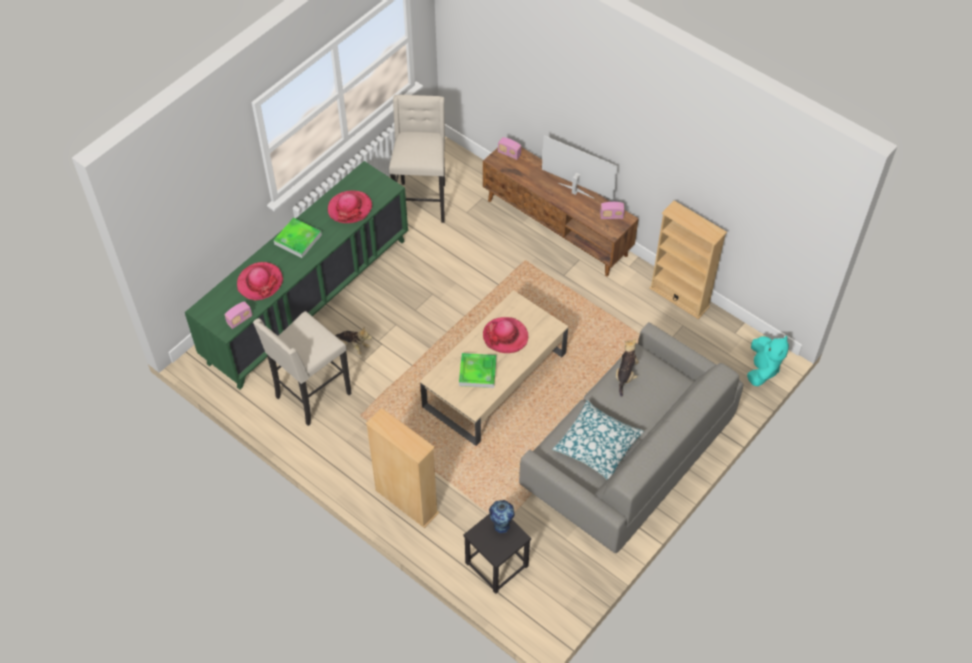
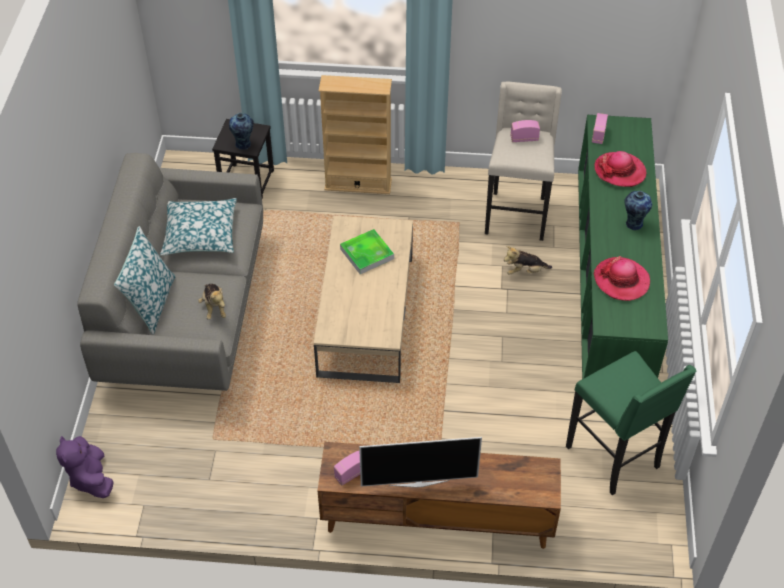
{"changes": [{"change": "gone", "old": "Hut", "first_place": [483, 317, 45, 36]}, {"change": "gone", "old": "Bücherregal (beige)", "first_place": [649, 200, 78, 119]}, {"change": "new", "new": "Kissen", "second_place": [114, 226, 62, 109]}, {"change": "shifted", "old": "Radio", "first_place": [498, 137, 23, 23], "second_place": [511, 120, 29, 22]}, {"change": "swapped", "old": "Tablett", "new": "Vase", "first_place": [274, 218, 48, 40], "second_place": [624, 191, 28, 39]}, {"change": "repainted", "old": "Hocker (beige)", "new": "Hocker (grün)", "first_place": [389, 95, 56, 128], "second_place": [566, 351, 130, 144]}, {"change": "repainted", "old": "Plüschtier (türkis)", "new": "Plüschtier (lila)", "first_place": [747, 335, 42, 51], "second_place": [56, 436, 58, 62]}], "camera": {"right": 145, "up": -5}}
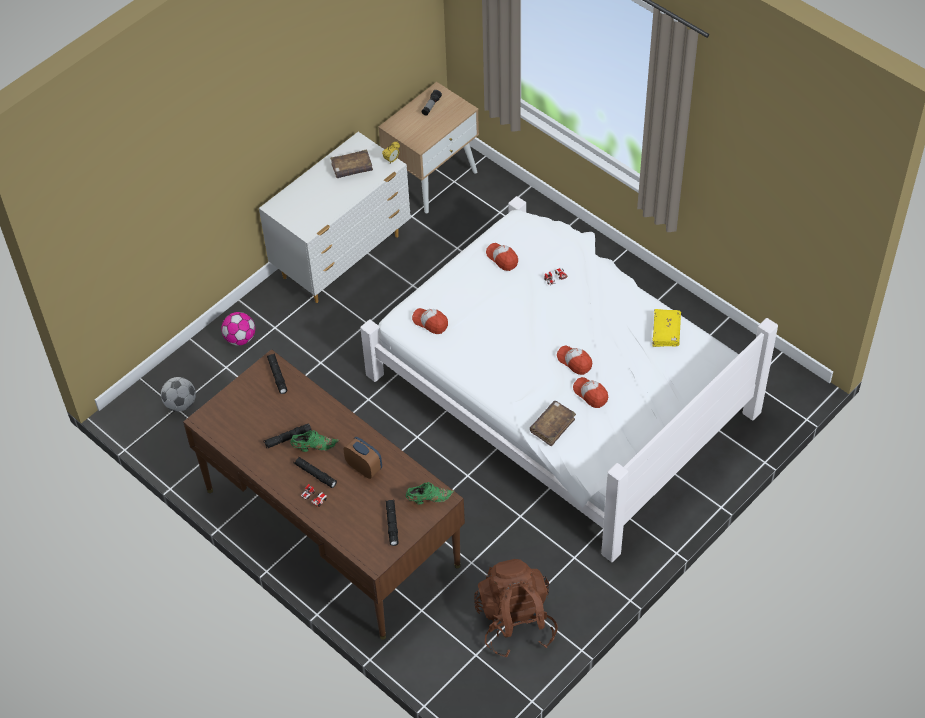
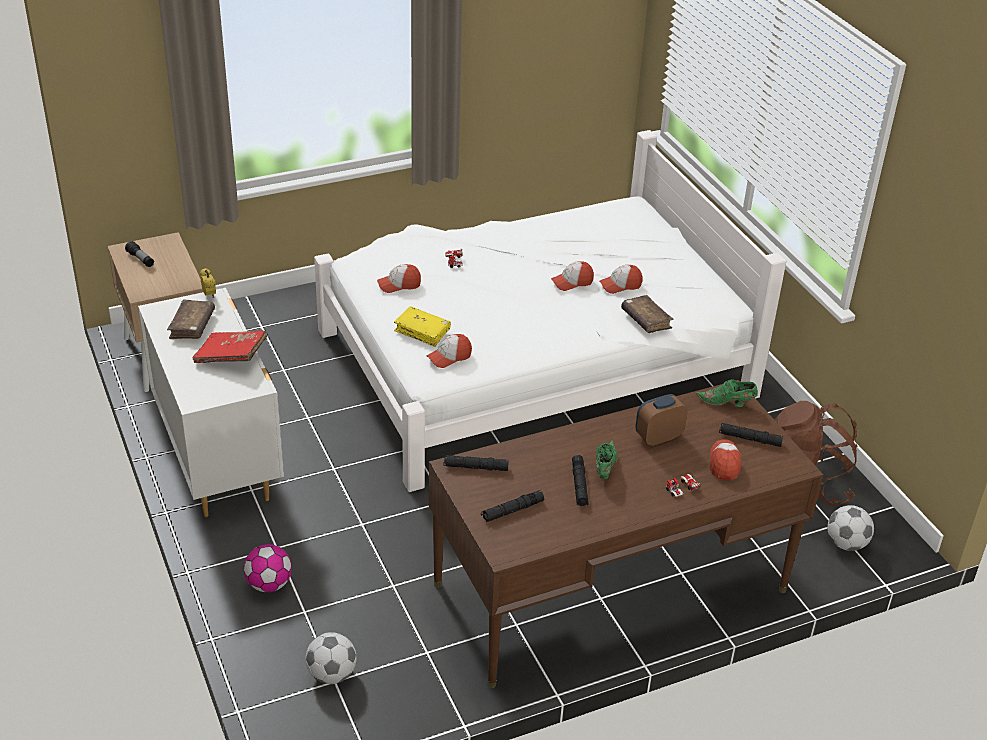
{"changes": [{"change": "new", "new": "Buch (rot)", "second_place": [192, 331, 75, 32]}, {"change": "new", "new": "Kappe", "second_place": [710, 439, 31, 41]}, {"change": "new", "new": "Fußball", "second_place": [827, 505, 47, 46]}, {"change": "shifted", "old": "Taschenlampe (schwarz)", "first_place": [294, 457, 43, 31], "second_place": [481, 490, 63, 32]}, {"change": "shifted", "old": "Buch (gelb)", "first_place": [652, 309, 29, 38], "second_place": [394, 306, 57, 41]}, {"change": "rotated", "old": "Schuh (grün)", "first_place": [406, 482, 49, 22], "second_place": [696, 379, 62, 28], "degrees": -90}], "camera": {"right": -70, "up": -15}}
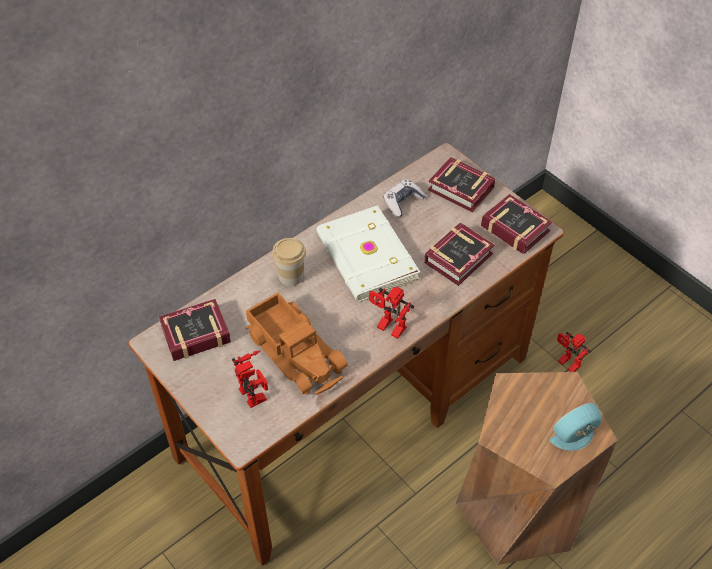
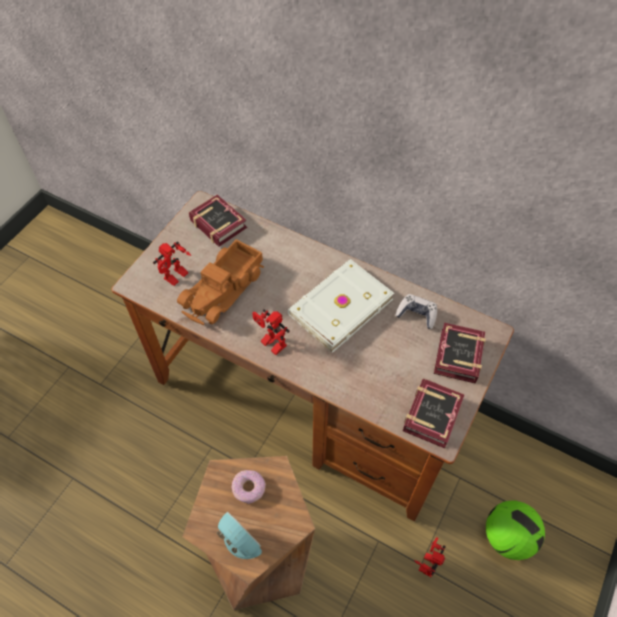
{"changes": [{"change": "gone", "old": "Tasse", "first_place": [272, 238, 34, 48]}, {"change": "gone", "old": "Buch", "first_place": [424, 223, 71, 63]}, {"change": "new", "new": "Donut", "second_place": [232, 470, 34, 34]}, {"change": "new", "new": "Fußball", "second_place": [486, 501, 59, 59]}, {"change": "rotated", "old": "Spielzeugroboter", "first_place": [369, 287, 45, 52], "second_place": [252, 309, 38, 46], "degrees": -60}], "camera": {"right": 70, "up": 5}}
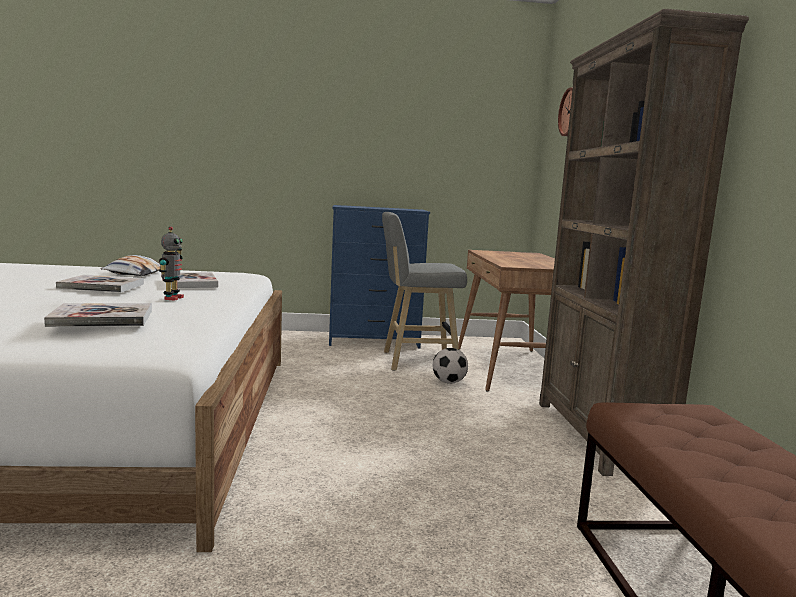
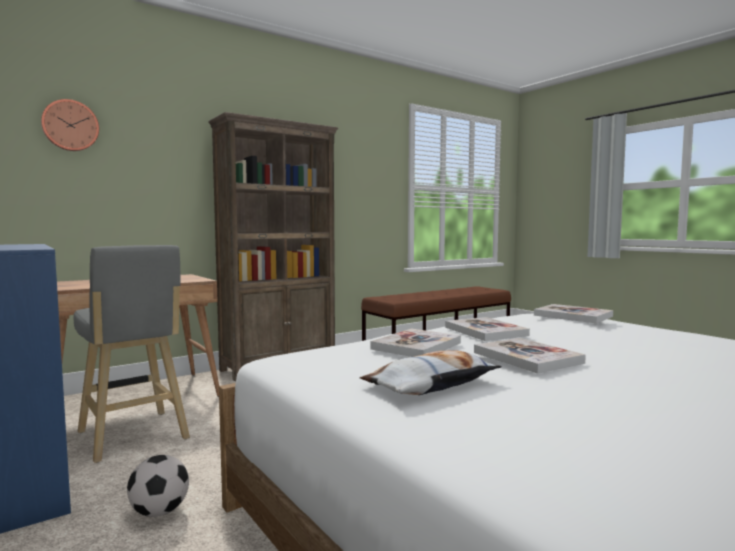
{"changes": [{"change": "shifted", "old": "Fußball", "first_place": [433, 348, 35, 36], "second_place": [127, 455, 62, 62]}, {"change": "swapped", "old": "Spielzeugroboter", "new": "Buch", "first_place": [159, 226, 25, 75], "second_place": [445, 317, 85, 24]}], "camera": {"right": -120, "up": -5}}
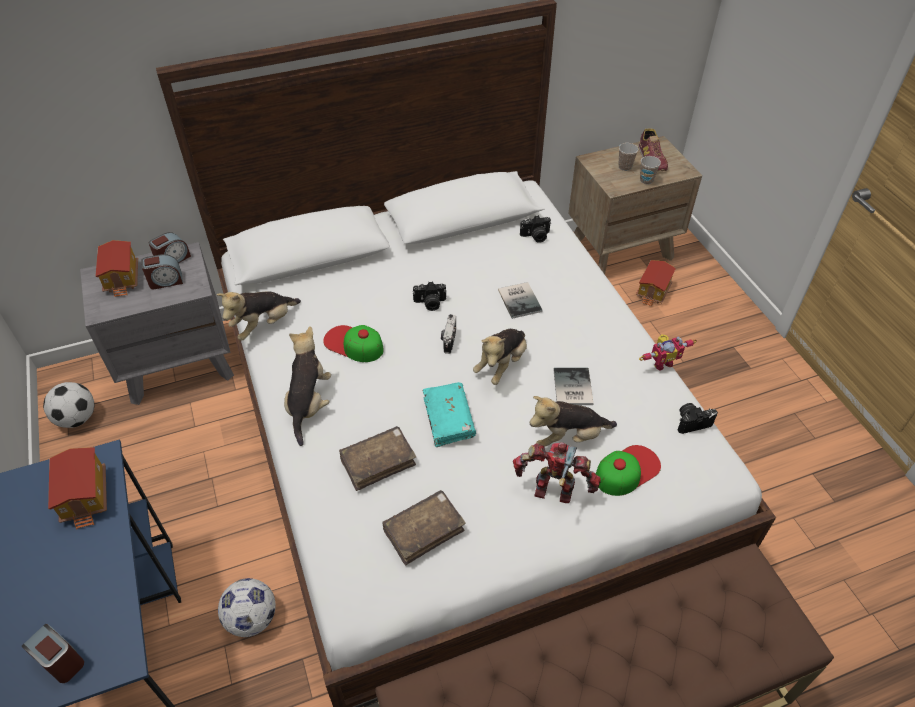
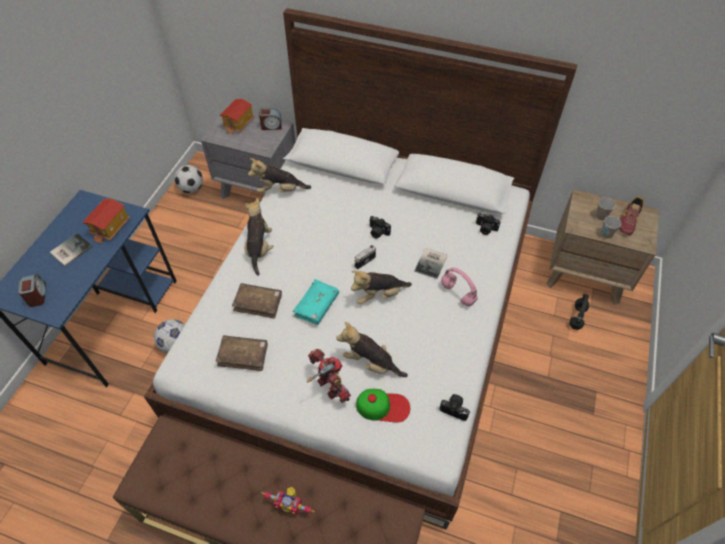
{"changes": [{"change": "gone", "old": "Wecker", "first_place": [141, 254, 42, 35]}, {"change": "gone", "old": "Kappe", "first_place": [323, 325, 61, 37]}, {"change": "new", "new": "Kopfhörer (rosa)", "second_place": [441, 267, 36, 39]}, {"change": "shifted", "old": "Buch", "first_place": [553, 368, 40, 37], "second_place": [50, 233, 43, 33]}, {"change": "shifted", "old": "Spielzeugroboter", "first_place": [639, 335, 58, 35], "second_place": [261, 487, 54, 28]}, {"change": "swapped", "old": "Spielzeughaus", "new": "Kopfhörer (schwarz)", "first_place": [636, 260, 40, 46], "second_place": [569, 294, 20, 36]}, {"change": "rotated", "old": "Plüschtier", "first_place": [284, 326, 47, 120], "second_place": [244, 198, 30, 78], "degrees": -45}], "camera": {"right": 40, "up": 5}}
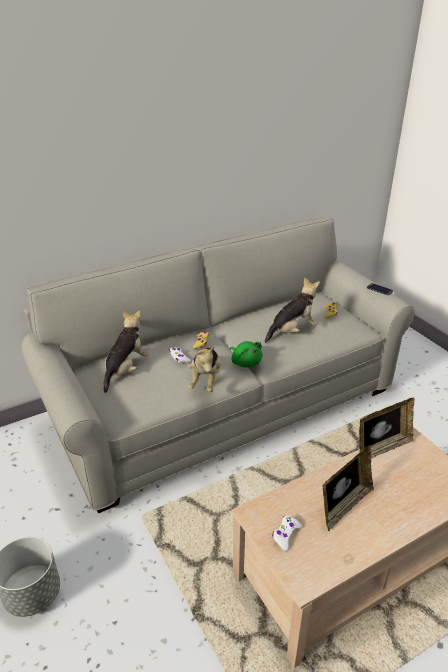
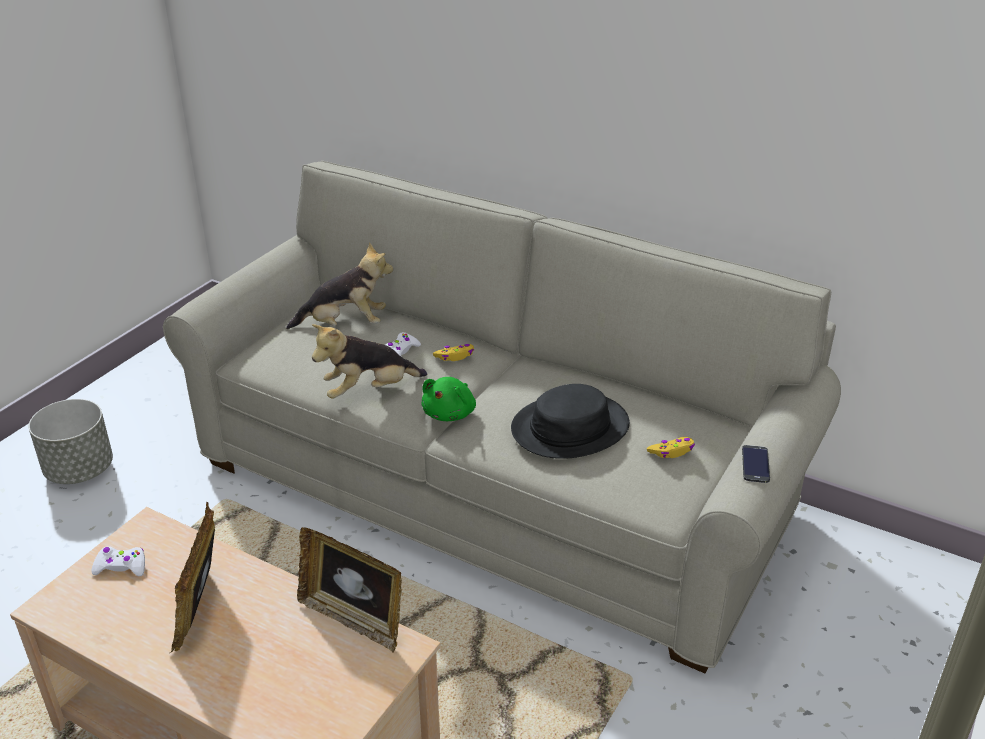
{"changes": [{"change": "swapped", "old": "Plüschtier", "new": "Hut (schwarz)", "first_place": [265, 277, 55, 66], "second_place": [511, 384, 119, 75]}, {"change": "rotated", "old": "Bilderrahmen", "first_place": [322, 445, 52, 86], "second_place": [170, 502, 45, 151], "degrees": 75}], "camera": {"right": 60, "up": 0}}
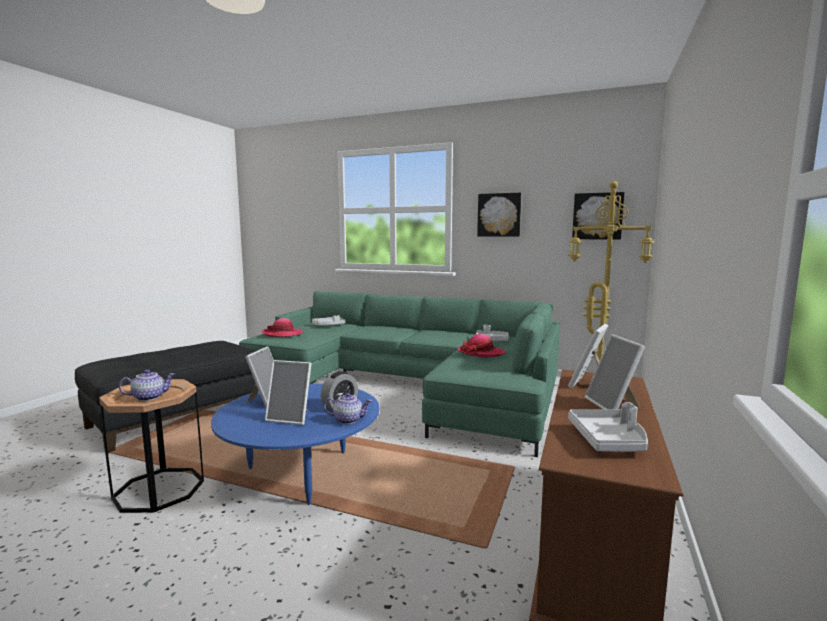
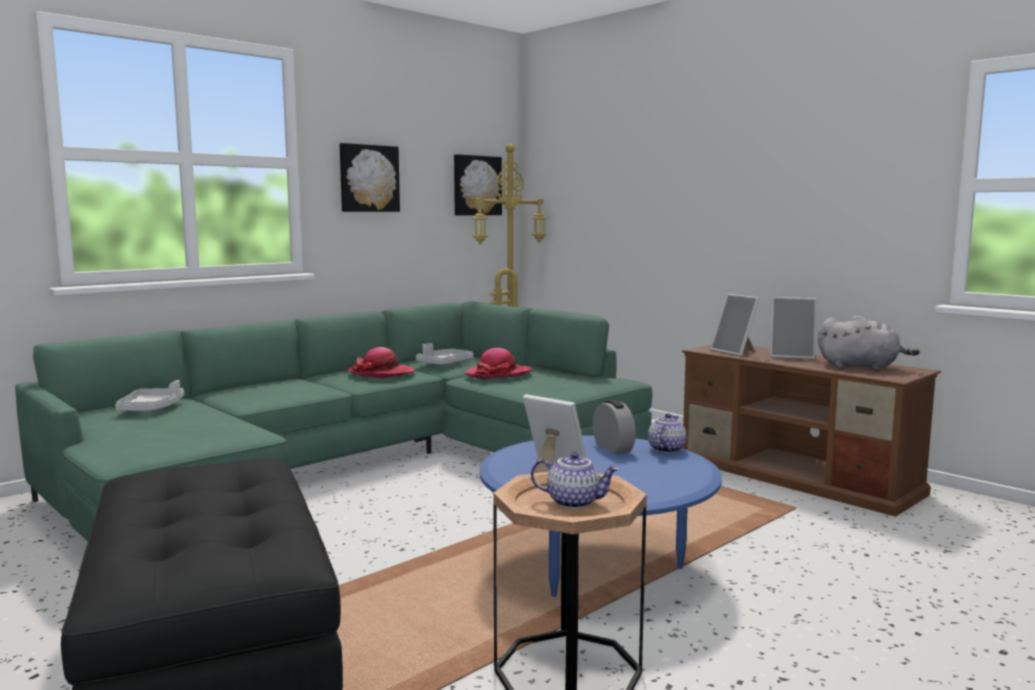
{"changes": [{"change": "gone", "old": "Bilderrahmen", "first_place": [265, 360, 47, 65]}, {"change": "shifted", "old": "Hut", "first_place": [262, 318, 42, 19], "second_place": [348, 347, 67, 31]}, {"change": "swapped", "old": "Tablett (grau)", "new": "Plüschtier (grau)", "first_place": [568, 402, 80, 50], "second_place": [818, 315, 102, 55]}, {"change": "rotated", "old": "Teekanne", "first_place": [119, 369, 56, 32], "second_place": [531, 452, 88, 57], "degrees": 105}], "camera": {"right": -65, "up": 0}}
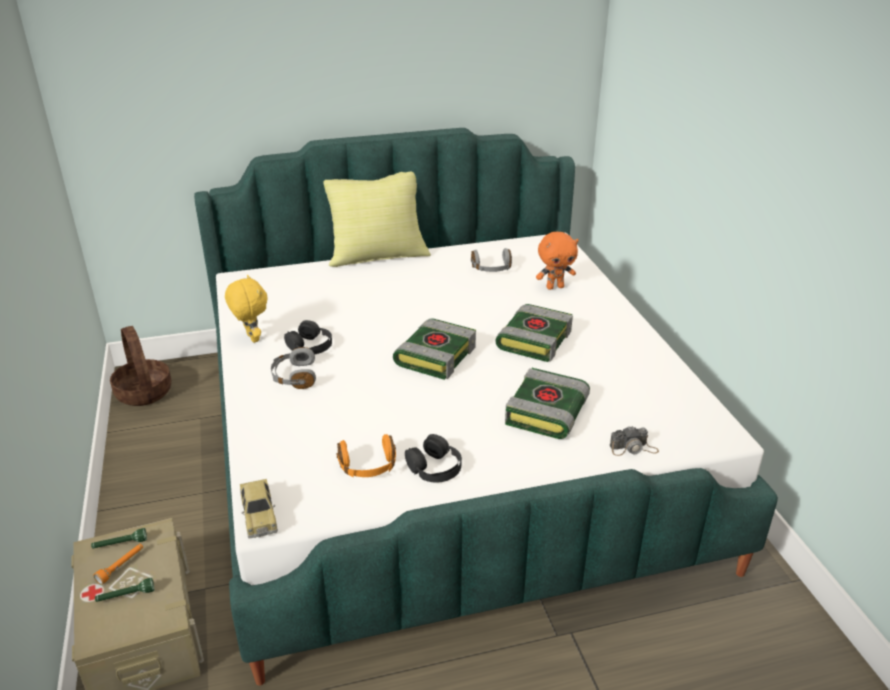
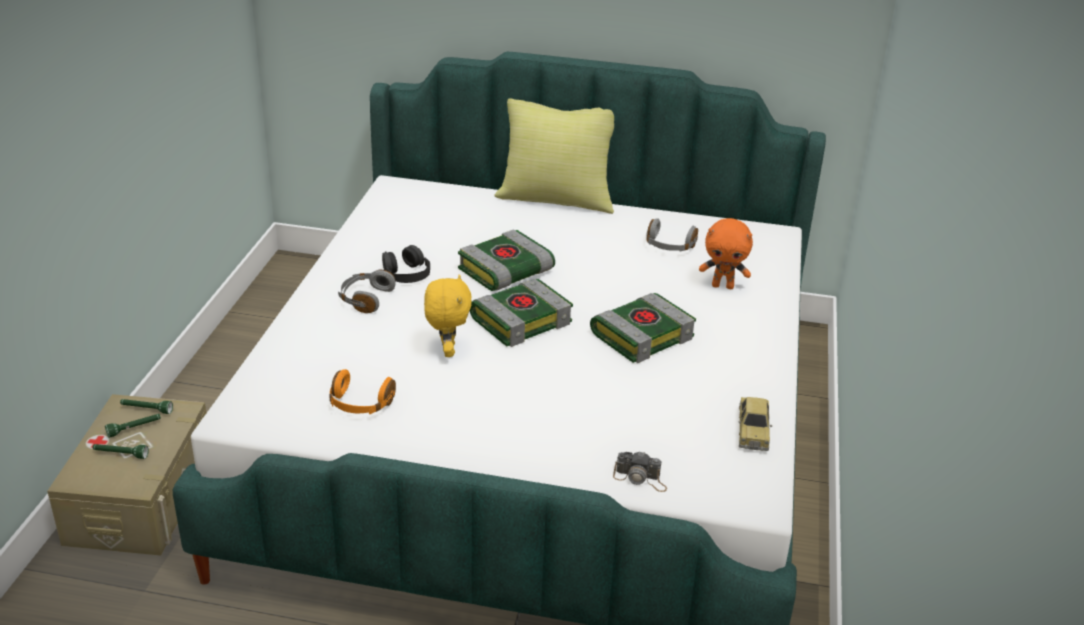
{"changes": [{"change": "gone", "old": "Korb", "first_place": [110, 326, 61, 80]}, {"change": "gone", "old": "Kopfhörer (schwarz)", "first_place": [405, 434, 57, 49]}, {"change": "shifted", "old": "Plüschtier (gelb)", "first_place": [225, 275, 43, 68], "second_place": [424, 274, 48, 83]}, {"change": "shifted", "old": "Spielzeugauto", "first_place": [240, 479, 38, 60], "second_place": [739, 397, 33, 54]}, {"change": "shifted", "old": "Buch", "first_place": [505, 368, 85, 71], "second_place": [458, 229, 97, 62]}, {"change": "repainted", "old": "Taschenlampe (orange)", "new": "Taschenlampe (grün)", "first_place": [94, 544, 49, 41], "second_place": [105, 414, 56, 24]}], "camera": {"right": 25, "up": 0}}
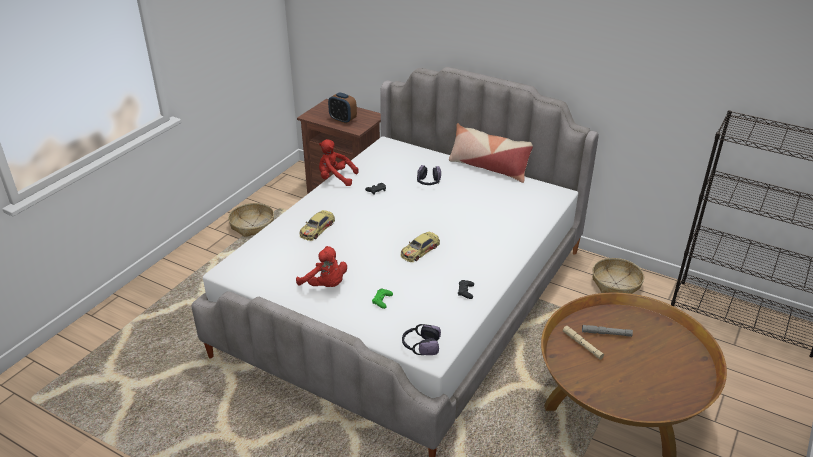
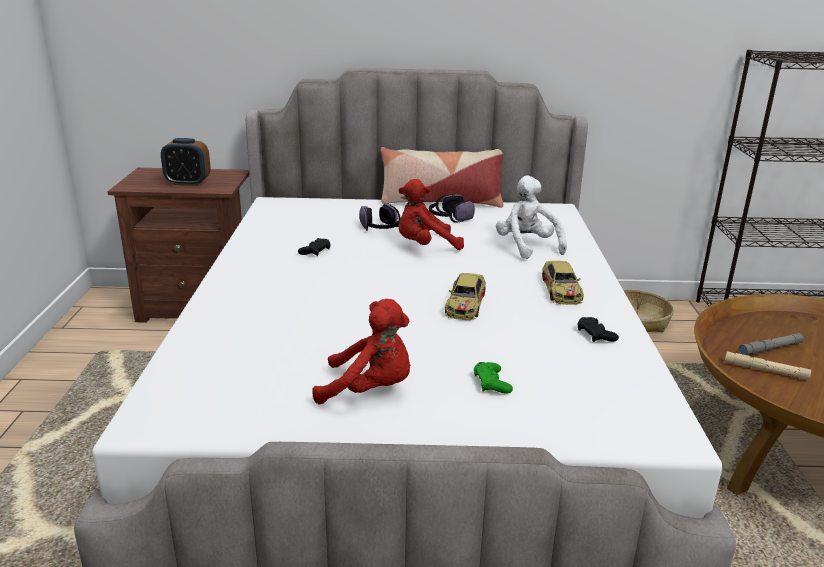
{"changes": [{"change": "gone", "old": "Korb", "first_place": [228, 203, 46, 34]}, {"change": "new", "new": "Plüschtier (weiß)", "second_place": [496, 176, 71, 83]}, {"change": "shifted", "old": "Spielzeugauto", "first_place": [299, 210, 36, 31], "second_place": [542, 261, 41, 44]}, {"change": "shifted", "old": "Plüschtier (rot)", "first_place": [319, 139, 40, 47], "second_place": [398, 179, 66, 71]}, {"change": "shifted", "old": "Kopfhörer", "first_place": [402, 324, 39, 31], "second_place": [429, 194, 46, 28]}], "camera": {"right": -30, "up": -10}}
